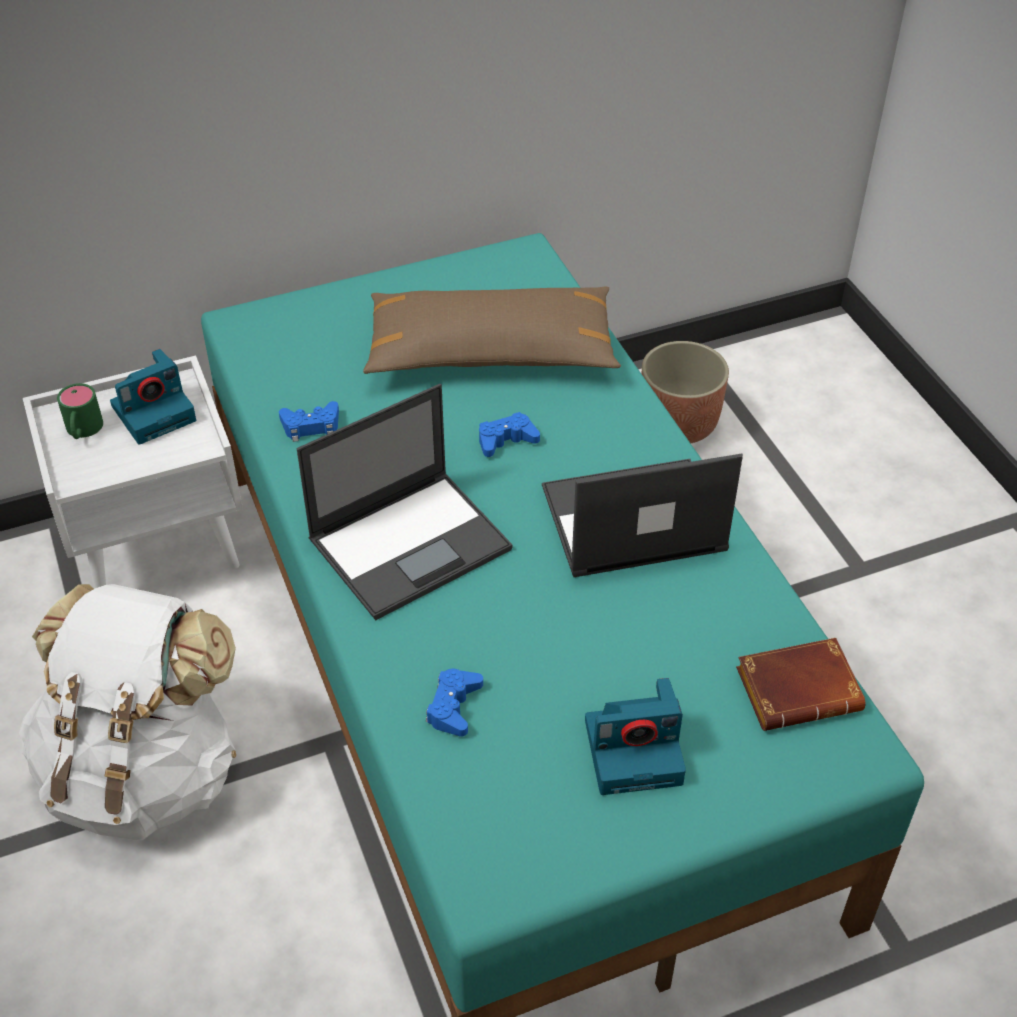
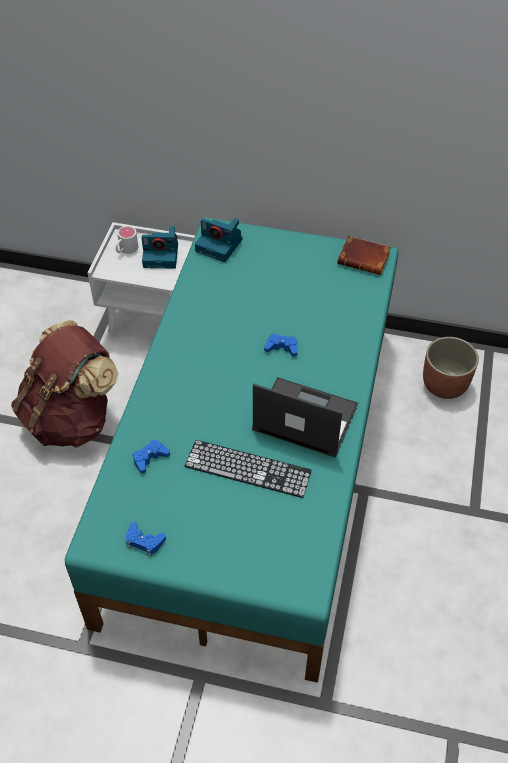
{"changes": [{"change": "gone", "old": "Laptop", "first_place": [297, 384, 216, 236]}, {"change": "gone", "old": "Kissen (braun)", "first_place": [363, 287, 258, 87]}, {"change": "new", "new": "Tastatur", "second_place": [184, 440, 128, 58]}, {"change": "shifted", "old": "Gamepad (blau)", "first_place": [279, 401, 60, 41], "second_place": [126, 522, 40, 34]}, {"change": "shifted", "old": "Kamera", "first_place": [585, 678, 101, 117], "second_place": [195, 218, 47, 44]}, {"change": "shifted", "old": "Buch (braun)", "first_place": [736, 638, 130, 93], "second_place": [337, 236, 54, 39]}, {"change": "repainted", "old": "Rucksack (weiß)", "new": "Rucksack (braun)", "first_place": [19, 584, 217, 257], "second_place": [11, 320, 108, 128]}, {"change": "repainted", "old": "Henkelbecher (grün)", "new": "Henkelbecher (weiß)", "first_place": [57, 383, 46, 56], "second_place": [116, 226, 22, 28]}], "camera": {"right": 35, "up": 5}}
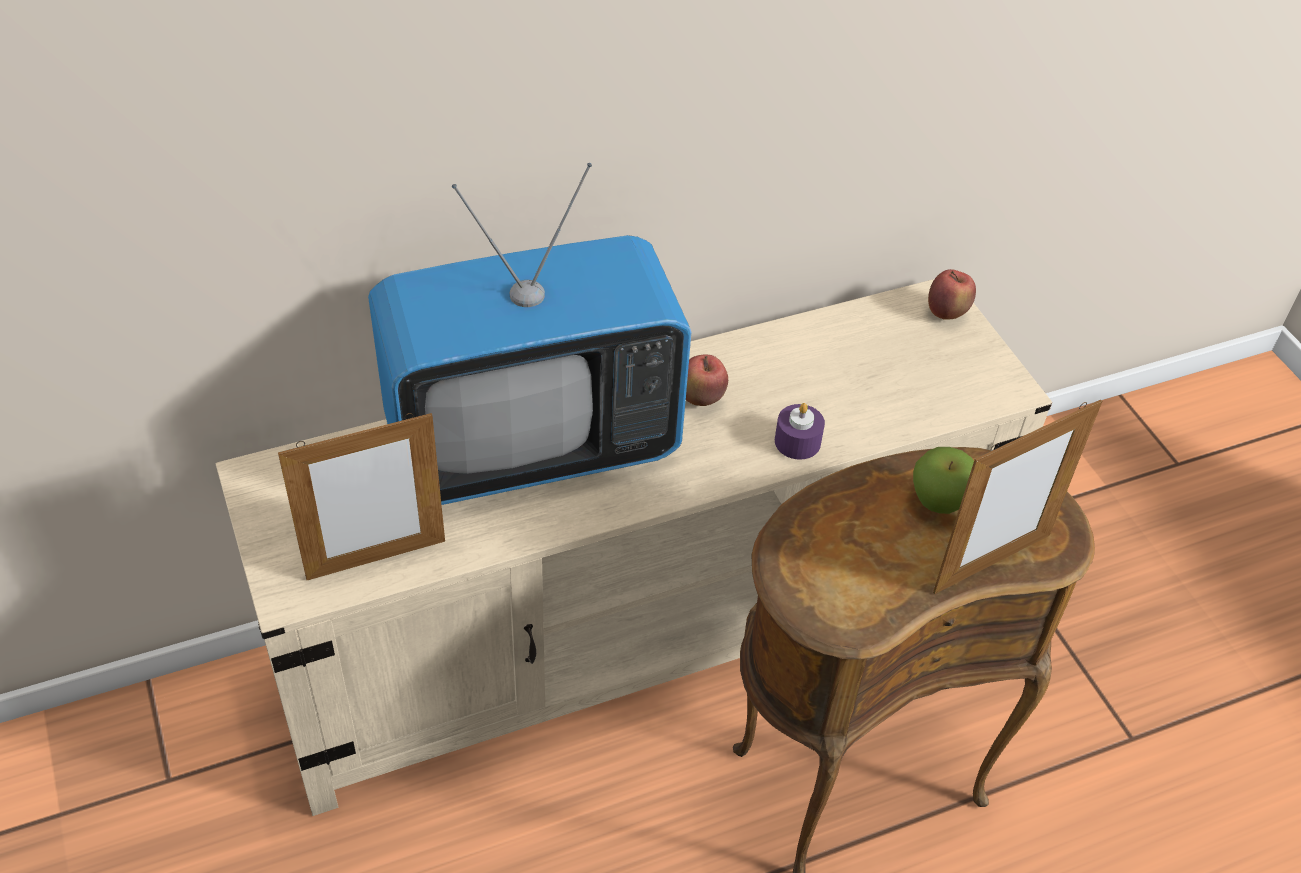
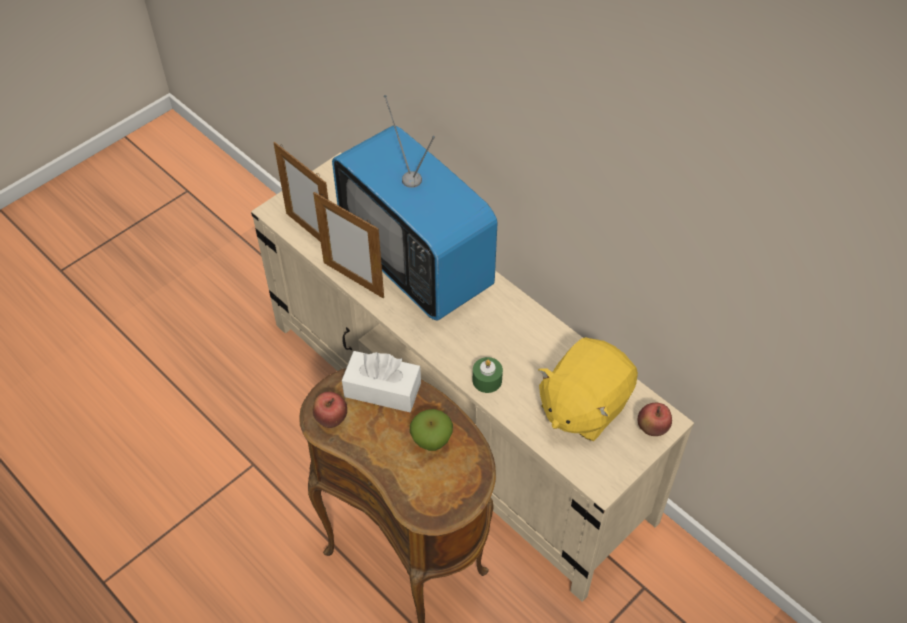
{"changes": [{"change": "new", "new": "Taschentuchbox (weiß)", "second_place": [342, 351, 79, 61]}, {"change": "new", "new": "Plüschtier (gelb)", "second_place": [538, 337, 100, 104]}, {"change": "shifted", "old": "Apfel", "first_place": [686, 354, 42, 52], "second_place": [313, 392, 34, 36]}, {"change": "shifted", "old": "Bilderrahmen", "first_place": [933, 400, 169, 194], "second_place": [313, 192, 71, 107]}, {"change": "repainted", "old": "Kerze (lila)", "new": "Kerze (grün)", "first_place": [775, 403, 50, 57], "second_place": [473, 357, 30, 36]}], "camera": {"right": 70, "up": 5}}
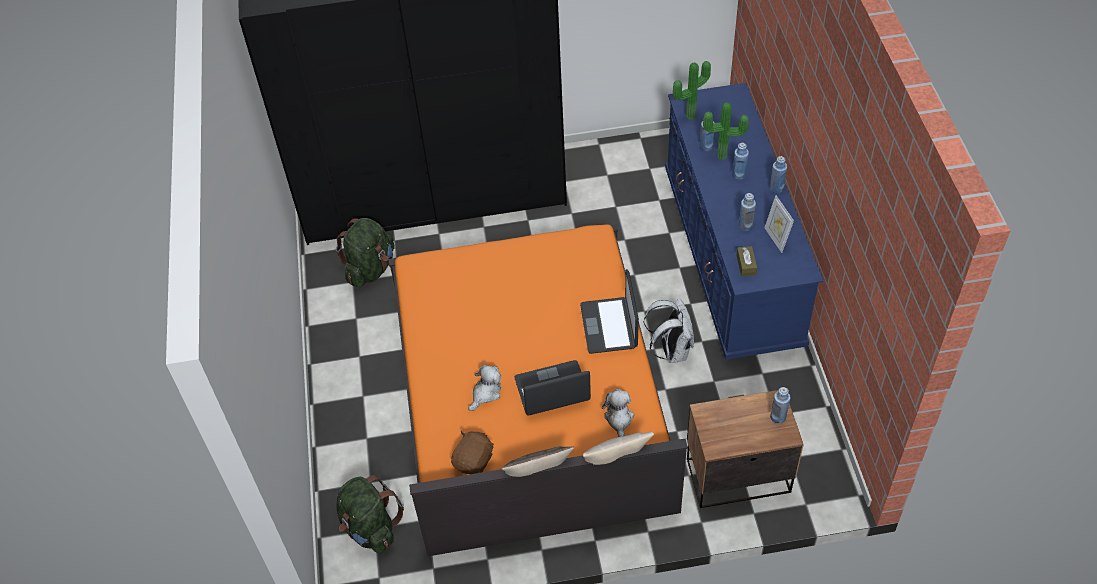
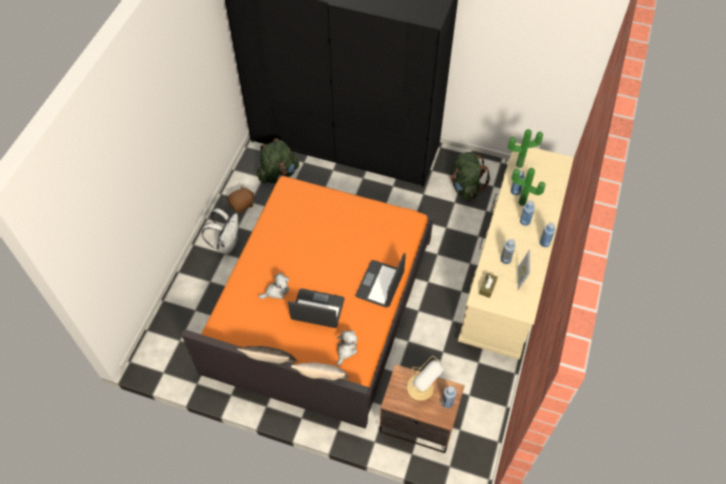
{"changes": [{"change": "new", "new": "Tischlampe", "second_place": [407, 355, 37, 46]}, {"change": "shifted", "old": "Rucksack (grün)", "first_place": [336, 475, 68, 78], "second_place": [450, 152, 40, 48]}, {"change": "shifted", "old": "Plüschtier (braun)", "first_place": [451, 431, 43, 43], "second_place": [228, 186, 26, 27]}, {"change": "shifted", "old": "Rucksack (weiß)", "first_place": [644, 298, 50, 65], "second_place": [202, 208, 37, 46]}, {"change": "repainted", "old": "Kommode (blau)", "new": "Kommode (beige)", "first_place": [665, 83, 158, 277], "second_place": [458, 143, 116, 217]}], "camera": {"right": 25, "up": 5}}
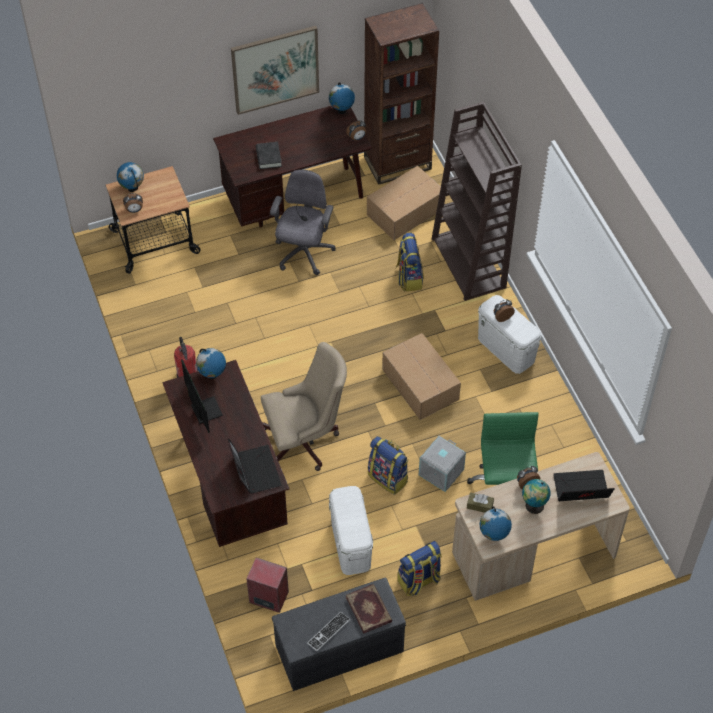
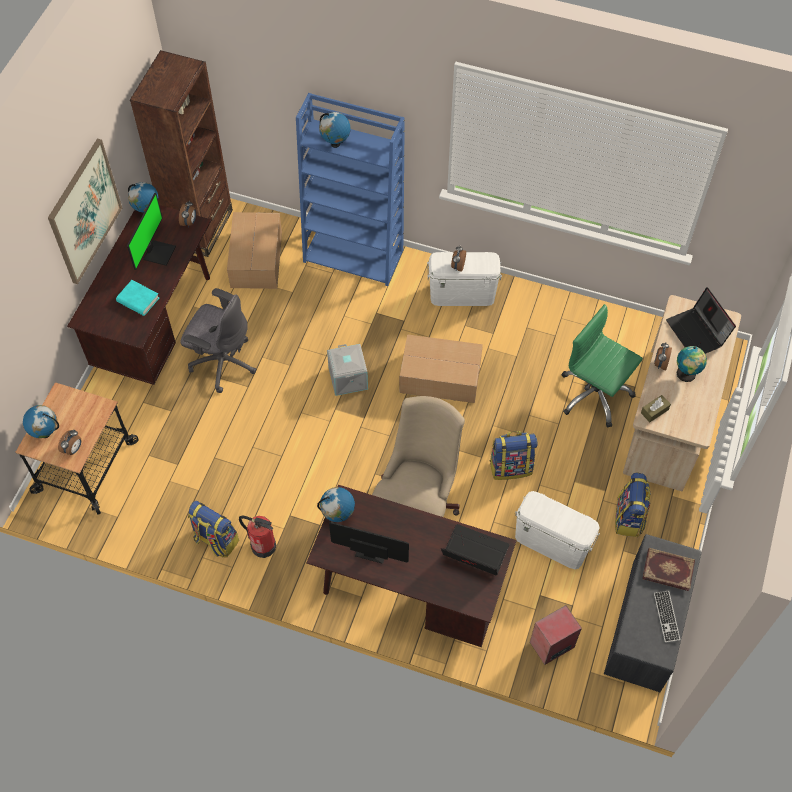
{"changes": [{"change": "new", "new": "Monitor", "second_place": [127, 193, 49, 77]}, {"change": "shifted", "old": "Rucksack", "first_place": [395, 233, 29, 58], "second_place": [188, 501, 51, 56]}, {"change": "shifted", "old": "Aufbewahrungsbox (grau)", "first_place": [419, 436, 47, 56], "second_place": [327, 344, 41, 52]}, {"change": "shifted", "old": "Globus", "first_place": [480, 506, 32, 35], "second_place": [319, 112, 32, 36]}, {"change": "repainted", "old": "Buch (schwarz)", "new": "Buch (türkis)", "first_place": [256, 142, 26, 27], "second_place": [116, 280, 43, 36]}, {"change": "repainted", "old": "Bücherregal (braun)", "new": "Bücherregal (blau)", "first_place": [432, 102, 90, 199], "second_place": [296, 93, 109, 193]}, {"change": "rotated", "old": "Bürostuhl (grau)", "first_place": [270, 170, 66, 105], "second_place": [180, 288, 76, 105], "degrees": 150}, {"change": "rotated", "old": "Laptop", "first_place": [553, 470, 62, 31], "second_place": [666, 287, 70, 67], "degrees": -60}], "camera": {"right": -50, "up": 5}}
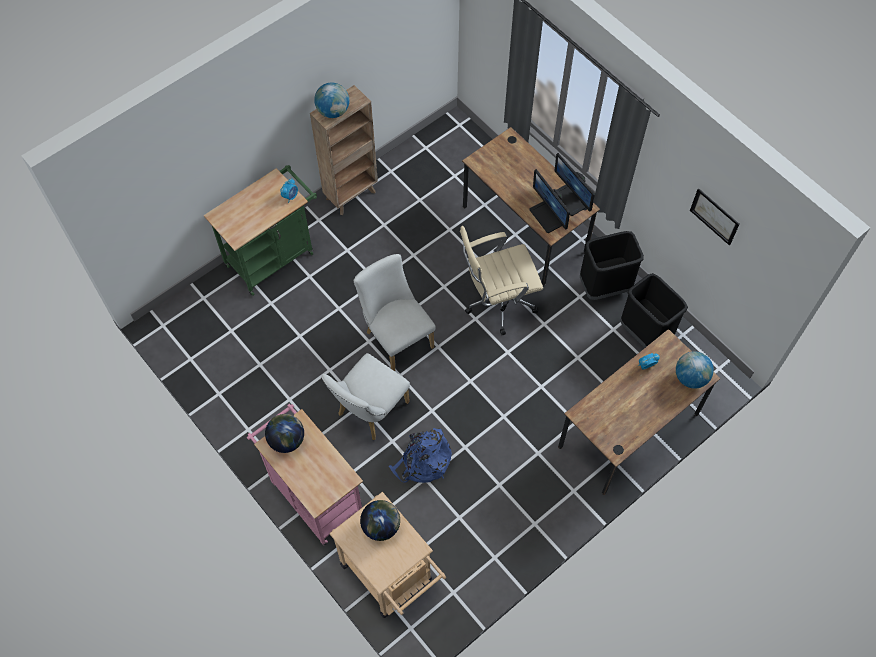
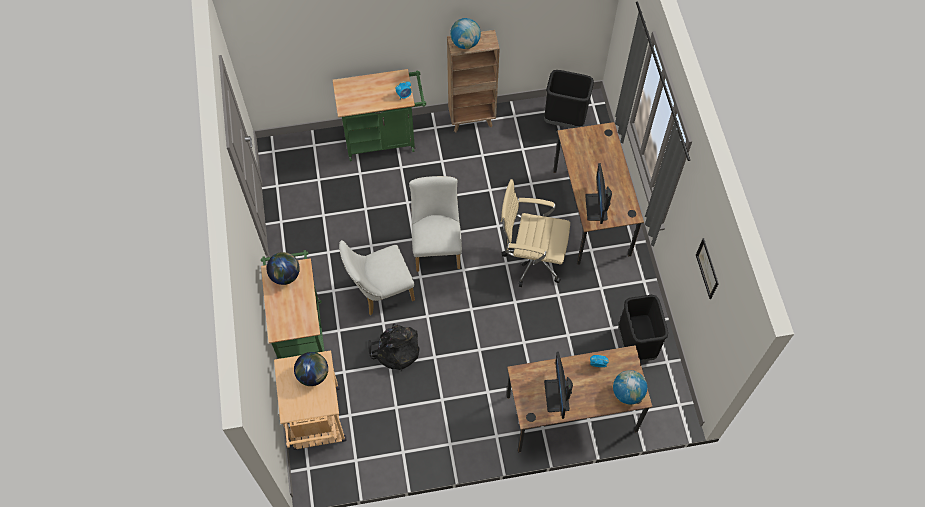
{"changes": [{"change": "shifted", "old": "Monitor", "first_place": [554, 153, 41, 63], "second_place": [544, 352, 29, 67]}, {"change": "shifted", "old": "Mülleimer (schwarz)", "first_place": [580, 231, 64, 69], "second_place": [544, 70, 50, 58]}, {"change": "repainted", "old": "Rollwagen (rosa)", "new": "Rollwagen (grün)", "first_place": [247, 404, 116, 142], "second_place": [261, 250, 63, 109]}, {"change": "repainted", "old": "Rucksack (blau)", "new": "Rucksack (schwarz)", "first_place": [389, 428, 63, 55], "second_place": [368, 324, 52, 47]}], "camera": {"right": 30, "up": 0}}
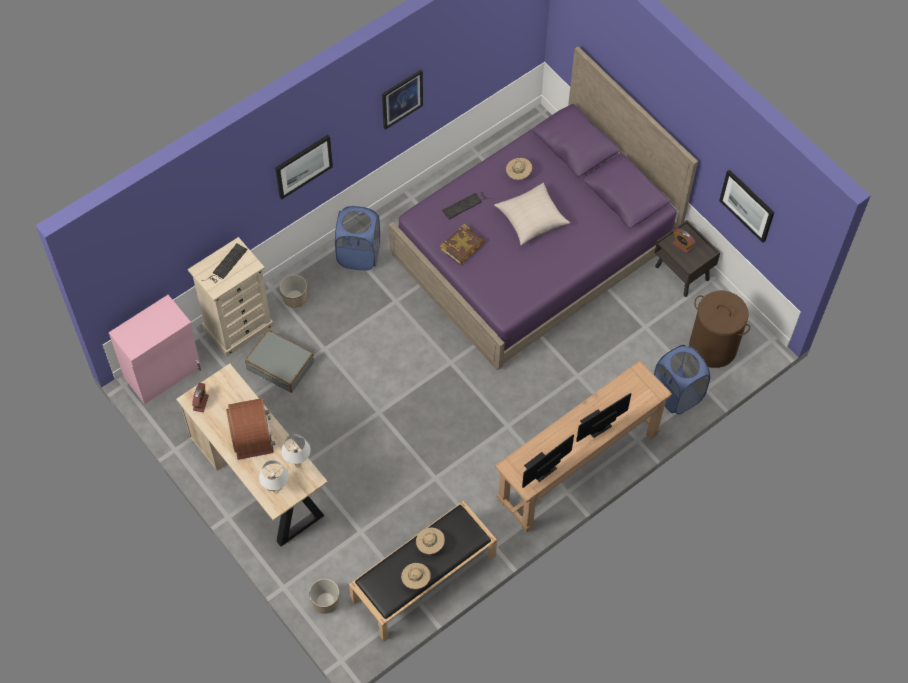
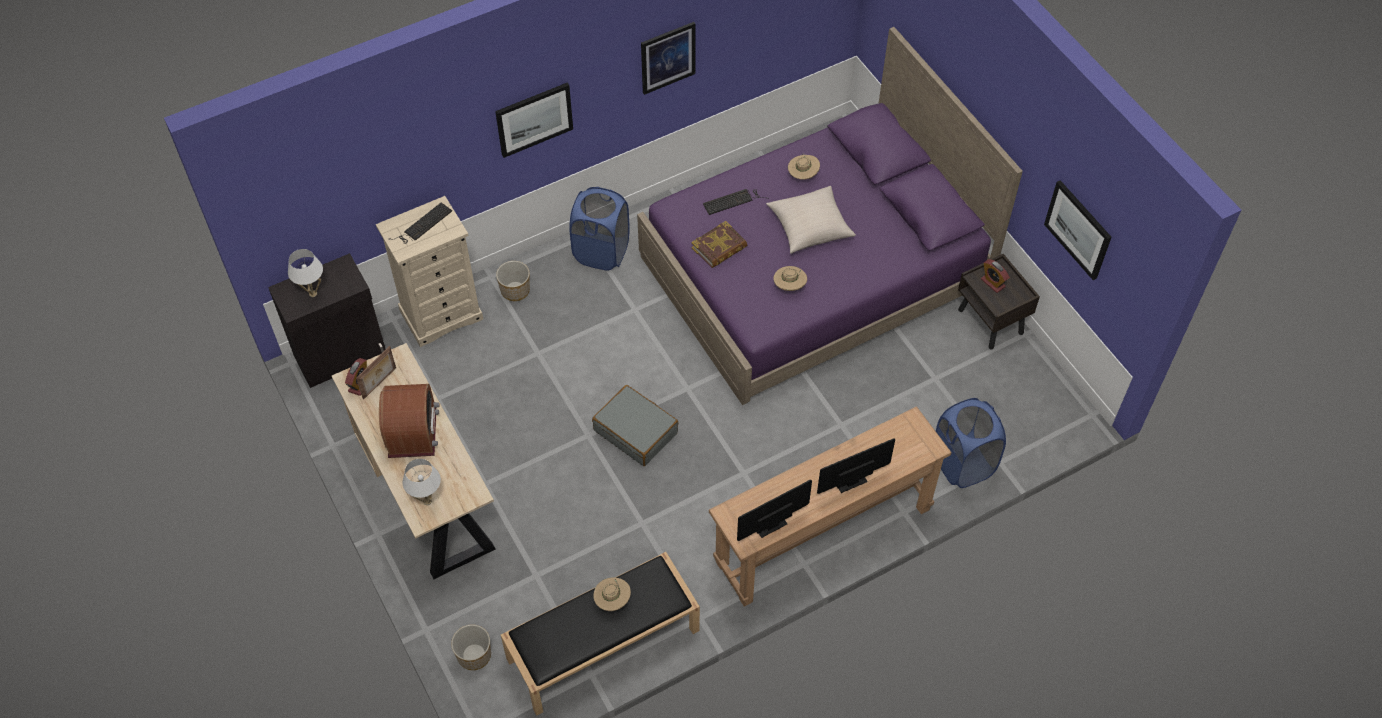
{"changes": [{"change": "gone", "old": "Wäschekorb (braun)", "first_place": [689, 291, 61, 77]}, {"change": "new", "new": "Bilderrahmen", "second_place": [356, 346, 40, 54]}, {"change": "shifted", "old": "Koffer (grau)", "first_place": [245, 330, 69, 63], "second_place": [592, 385, 87, 81]}, {"change": "shifted", "old": "Tischlampe (weiß)", "first_place": [281, 434, 30, 33], "second_place": [288, 249, 35, 48]}, {"change": "shifted", "old": "Hut (beige)", "first_place": [401, 563, 30, 26], "second_place": [773, 266, 34, 25]}, {"change": "repainted", "old": "Schrank (rosa)", "new": "Schrank (schwarz)", "first_place": [109, 295, 92, 109], "second_place": [268, 253, 118, 135]}], "camera": {"right": 10, "up": -5}}
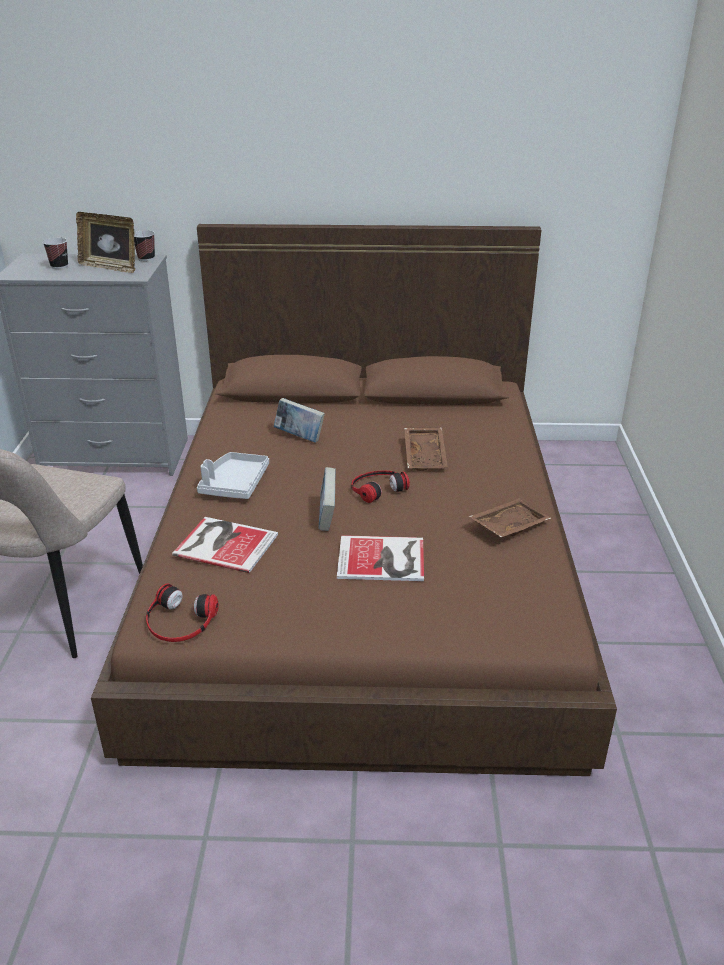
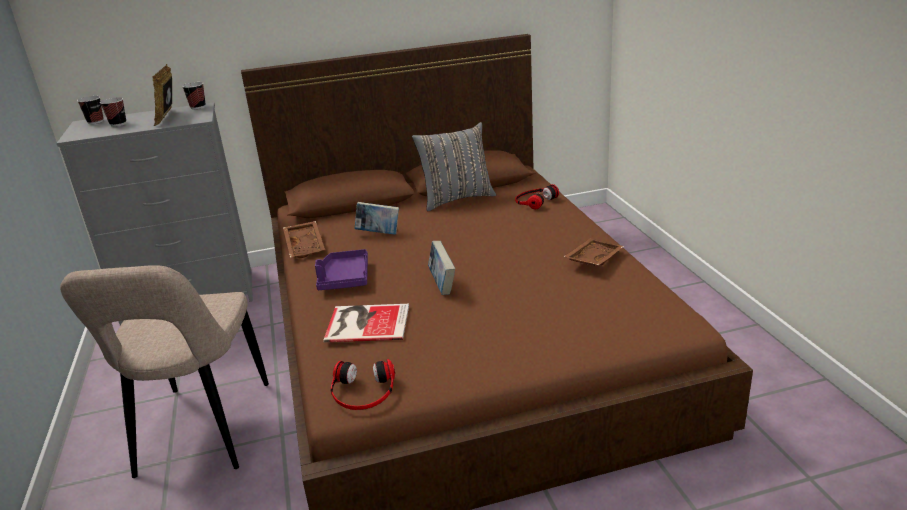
{"changes": [{"change": "gone", "old": "Buch", "first_place": [337, 535, 87, 46]}, {"change": "new", "new": "Tasse", "second_place": [77, 96, 27, 28]}, {"change": "new", "new": "Kissen (grau)", "second_place": [412, 122, 84, 89]}, {"change": "shifted", "old": "Kopfhörer", "first_place": [351, 471, 59, 32], "second_place": [515, 184, 44, 25]}, {"change": "shifted", "old": "Tablett (braun)", "first_place": [404, 427, 44, 44], "second_place": [283, 221, 42, 37]}, {"change": "repainted", "old": "Tablett (grau)", "new": "Tablett (lila)", "first_place": [197, 452, 72, 47], "second_place": [315, 249, 53, 41]}, {"change": "rotated", "old": "Bilderrahmen", "first_place": [76, 212, 59, 61], "second_place": [152, 64, 20, 62], "degrees": 75}], "camera": {"right": -15, "up": -5}}
